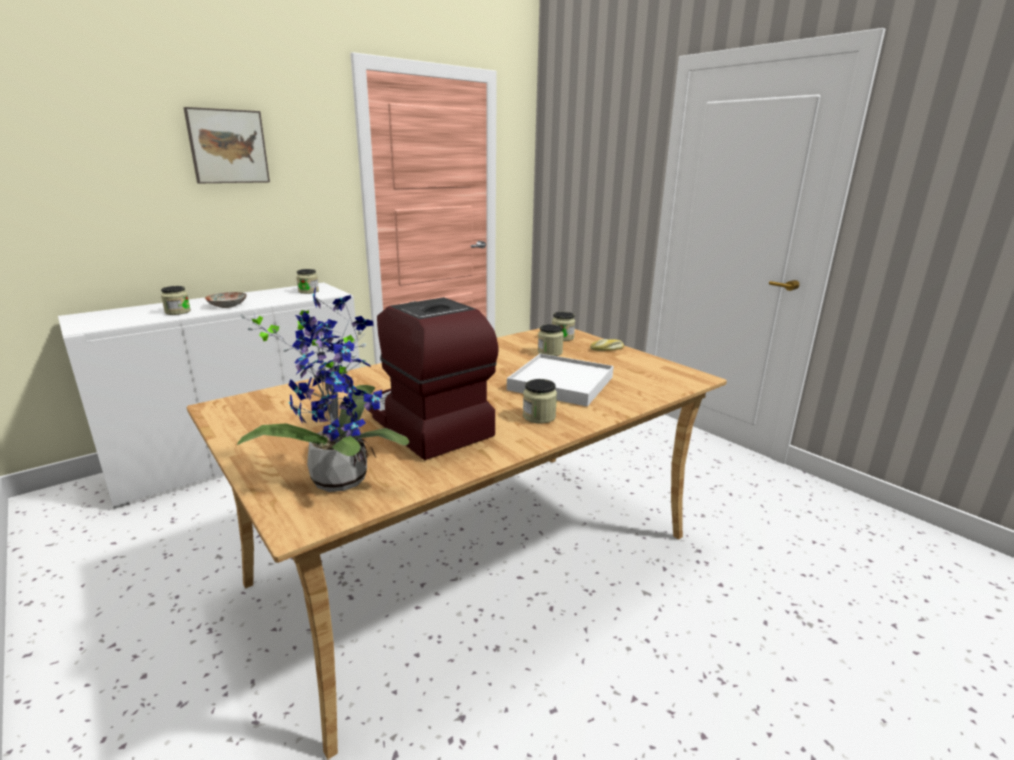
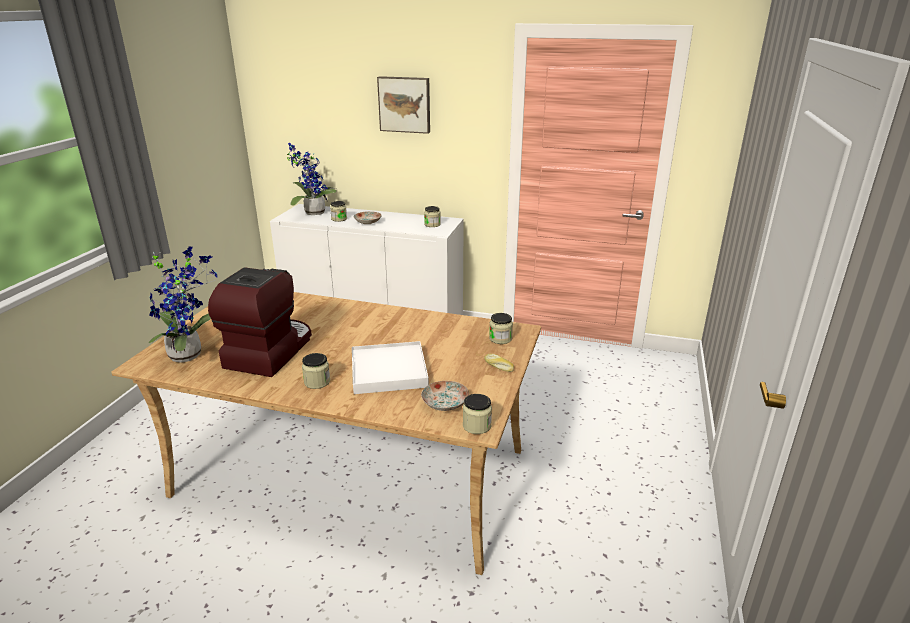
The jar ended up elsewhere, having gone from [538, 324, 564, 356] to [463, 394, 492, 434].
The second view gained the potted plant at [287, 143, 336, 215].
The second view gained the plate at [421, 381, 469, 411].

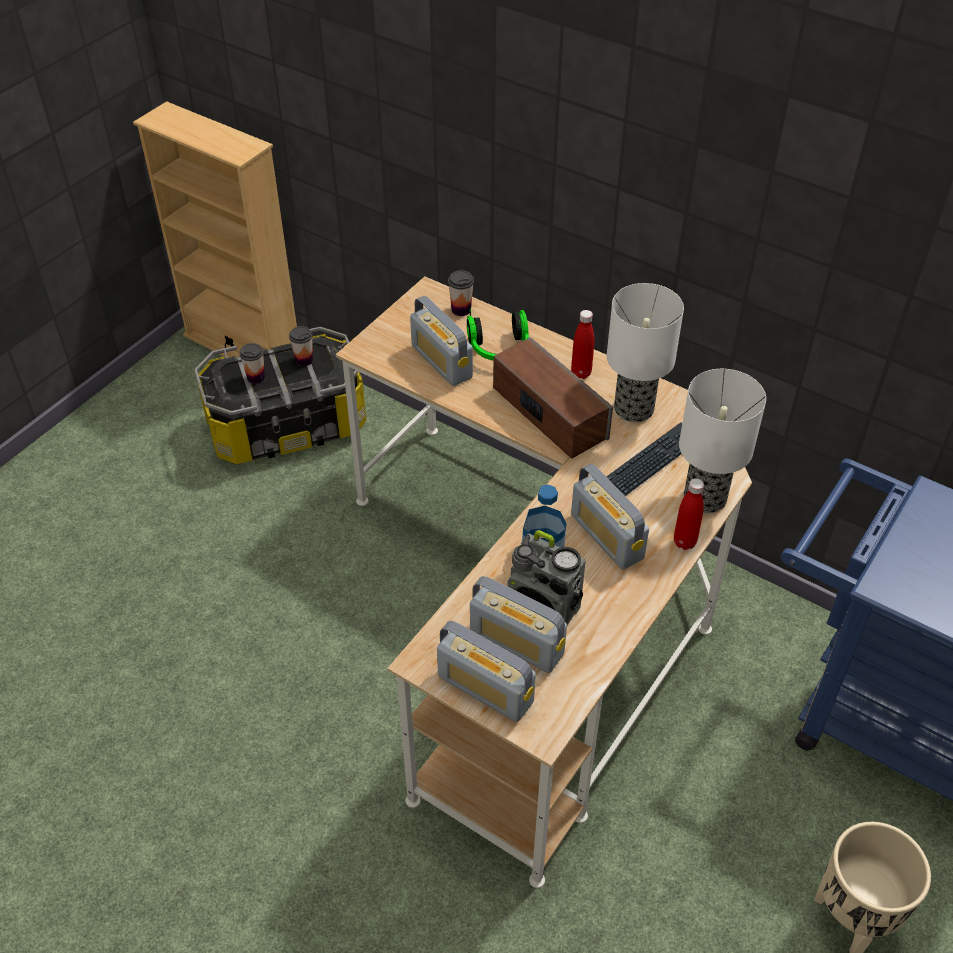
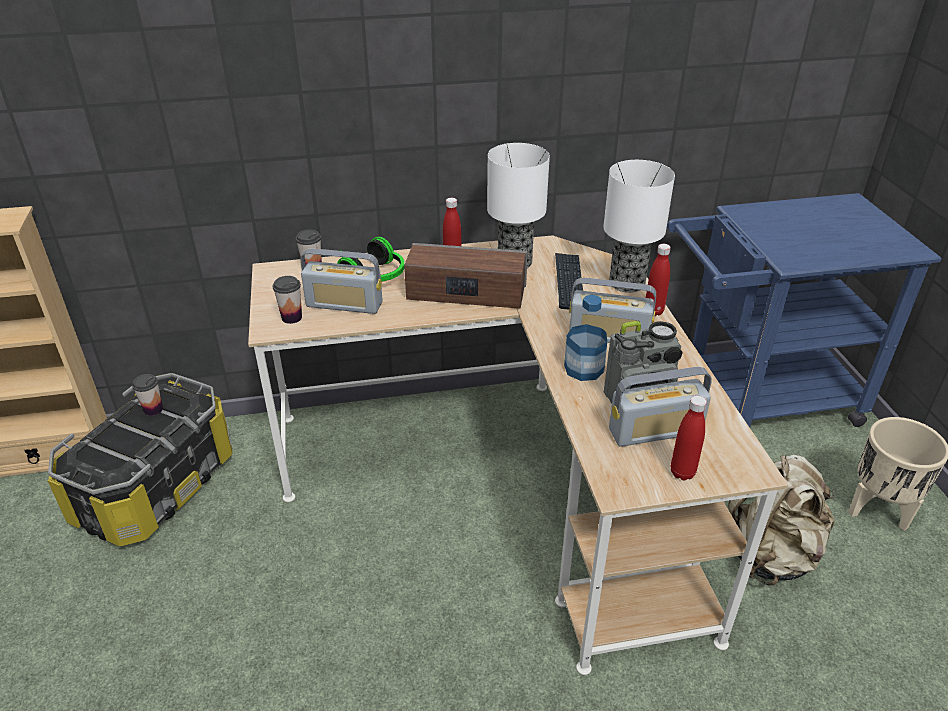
The cup ended up elsewhere, having gone from [239, 343, 265, 384] to [273, 276, 302, 324].
Where the radio stood at [437, 621, 536, 722], the red bottle came to stand at [671, 395, 707, 480].
The second view gained the beige backpack at [728, 455, 835, 586].

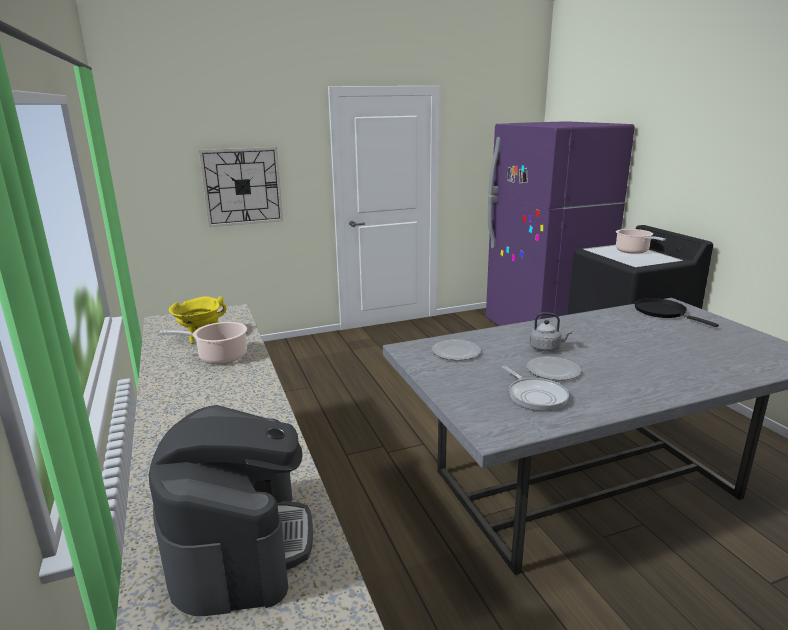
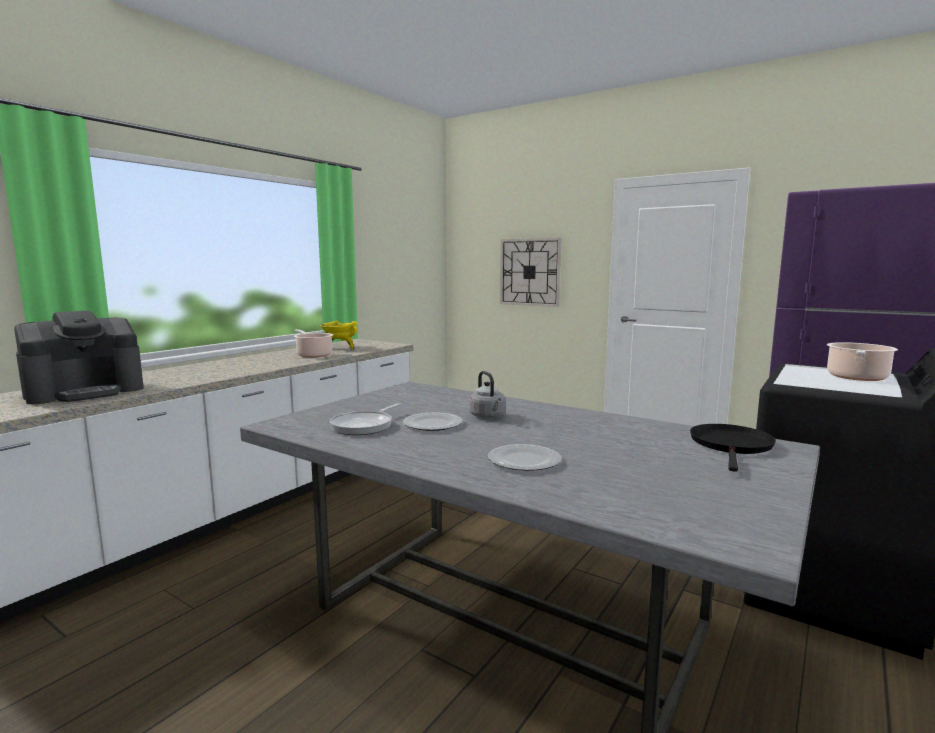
The plate ended up elsewhere, having gone from [432, 340, 481, 360] to [488, 444, 561, 471].

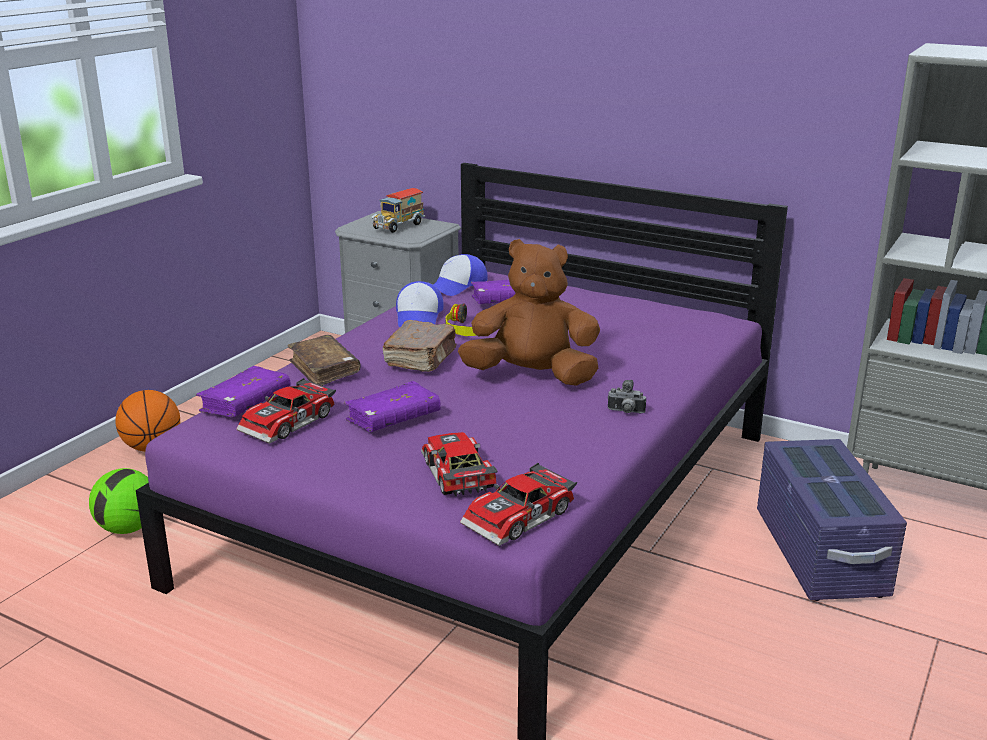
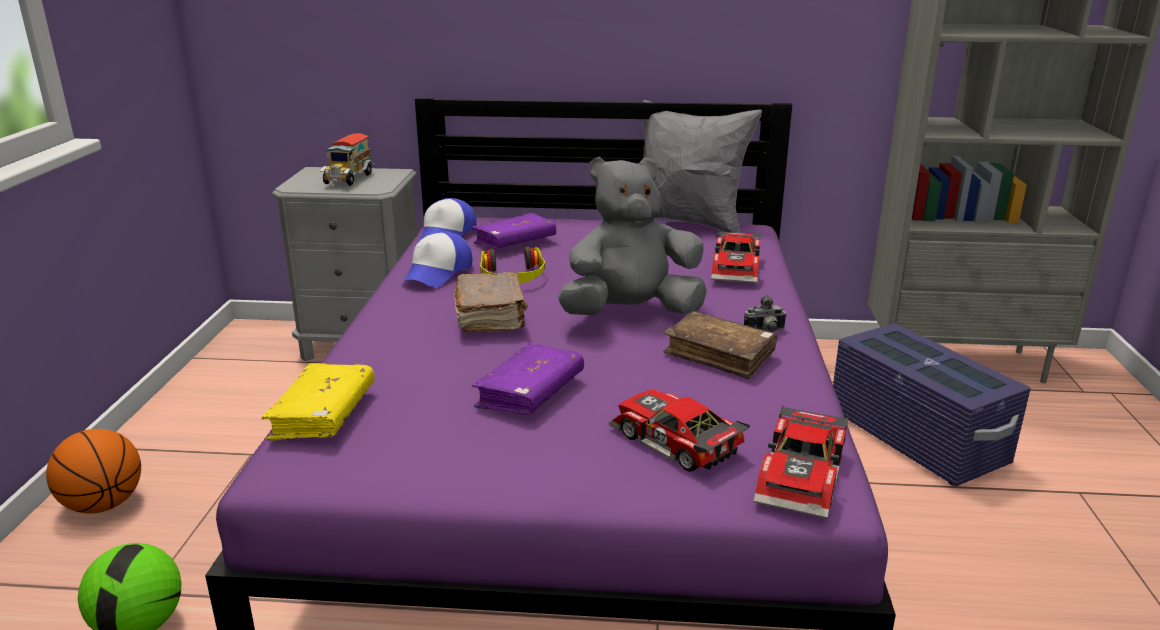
What was the brown plush toy at [458, 239, 600, 386] turned into the grey plush toy at [558, 157, 707, 315].
The cap at [396, 281, 444, 327] ended up facing another way, 45 degrees clockwise from before.
The brown book ended up elsewhere, having gone from [287, 335, 361, 386] to [663, 311, 777, 379].
What was the purple book at [196, 366, 291, 417] turned into the yellow book at [262, 363, 375, 441].
The toy car ended up elsewhere, having gone from [236, 378, 336, 444] to [711, 230, 761, 283].
The second view gained the grey pillow at [643, 100, 762, 237].

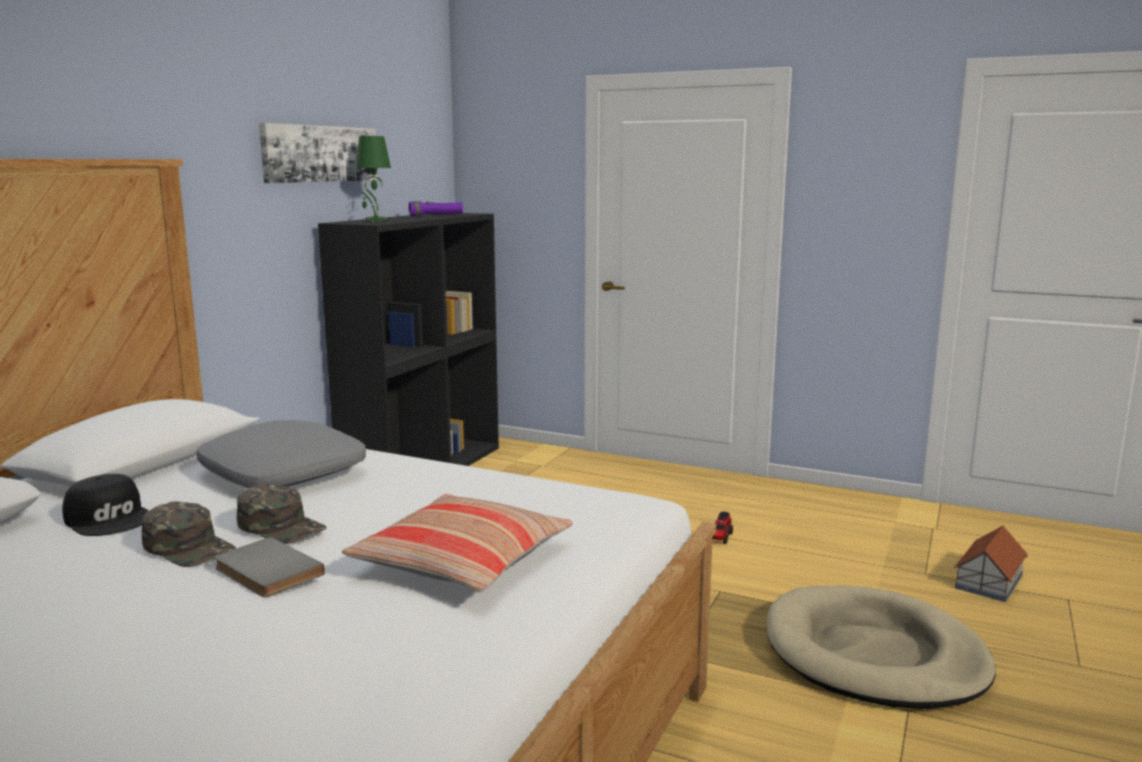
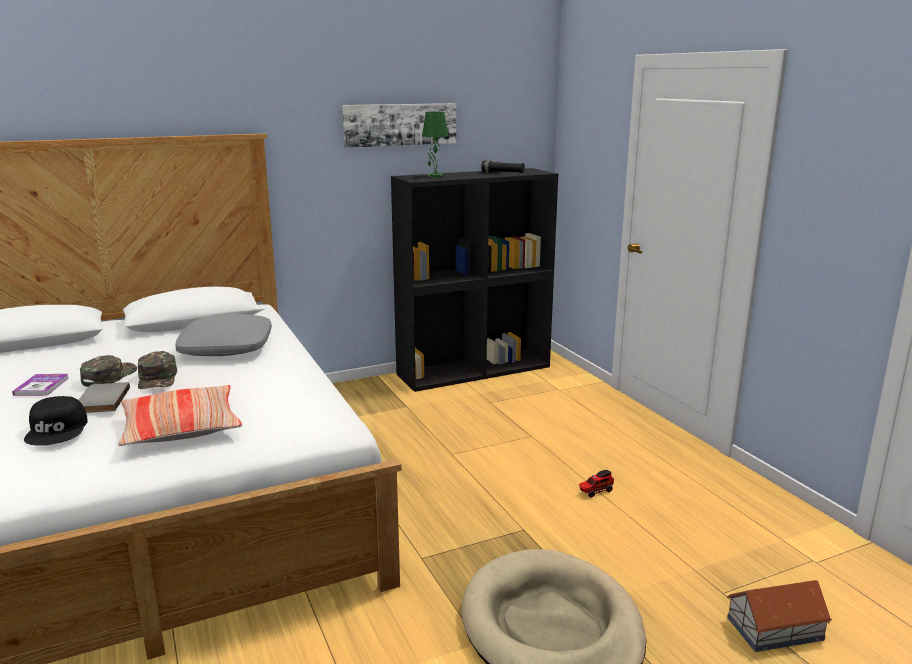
What was the purple flashlight at [409, 201, 463, 216] turned into the black flashlight at [481, 160, 525, 173].
The black cap ended up elsewhere, having gone from [62, 474, 149, 536] to [24, 396, 88, 446].
The green cap at [142, 501, 236, 567] ended up facing another way, 150 degrees counterclockwise from before.
The second view gained the book at [12, 374, 69, 396].

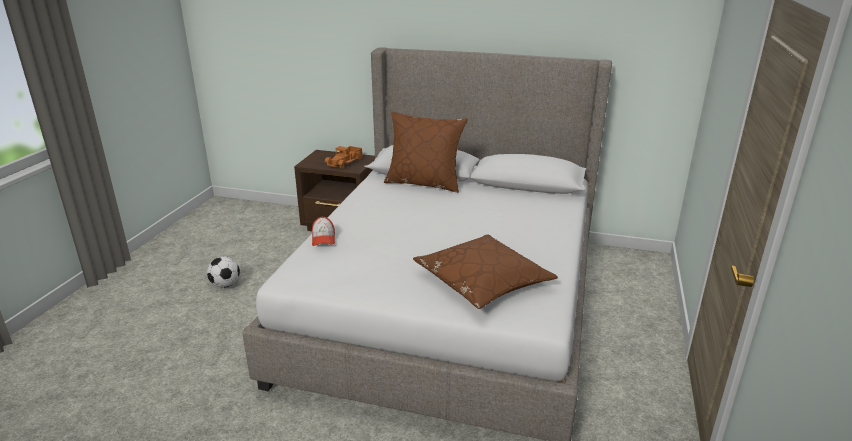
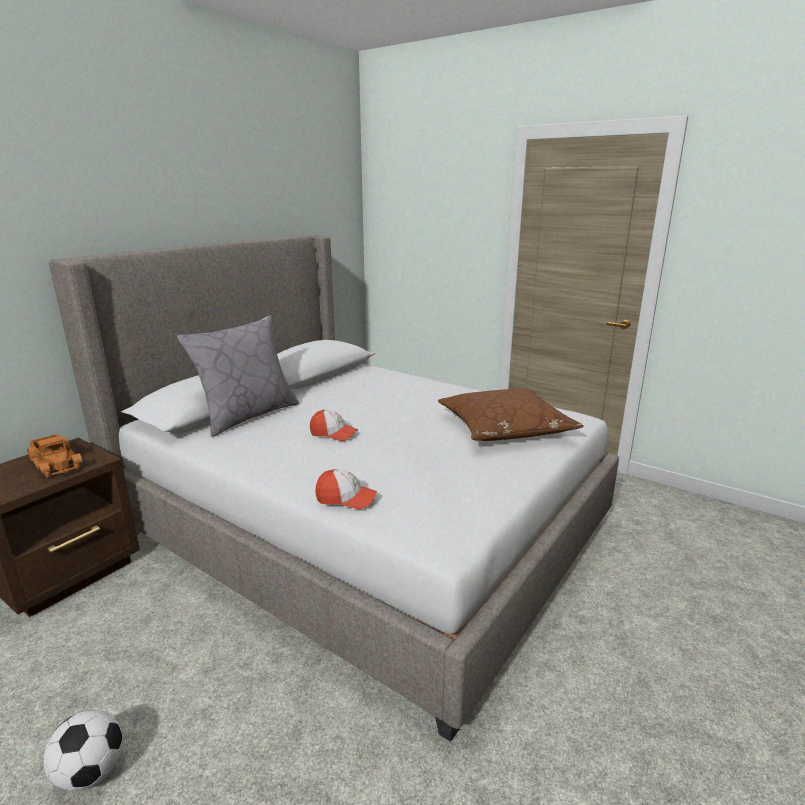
What was the brown pillow at [384, 111, 468, 193] turned into the grey pillow at [177, 315, 299, 437].
The second view gained the cap at [310, 410, 358, 441].

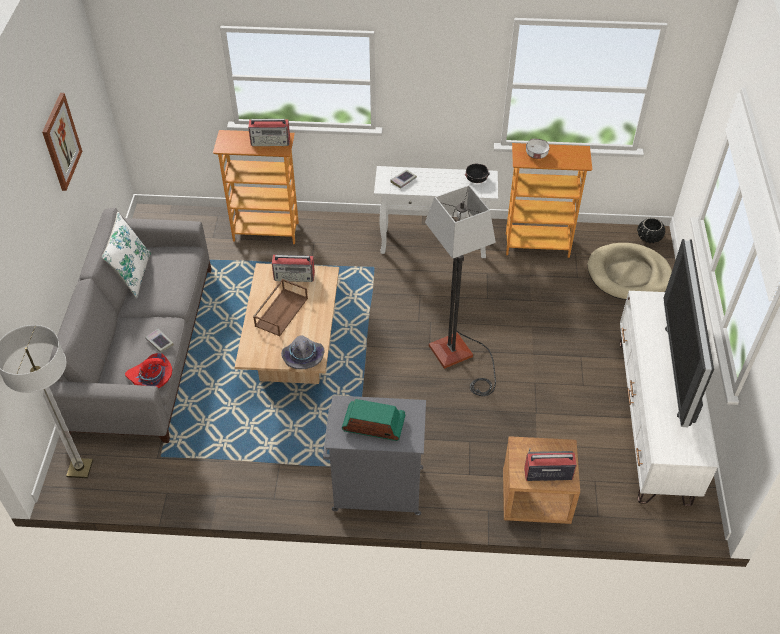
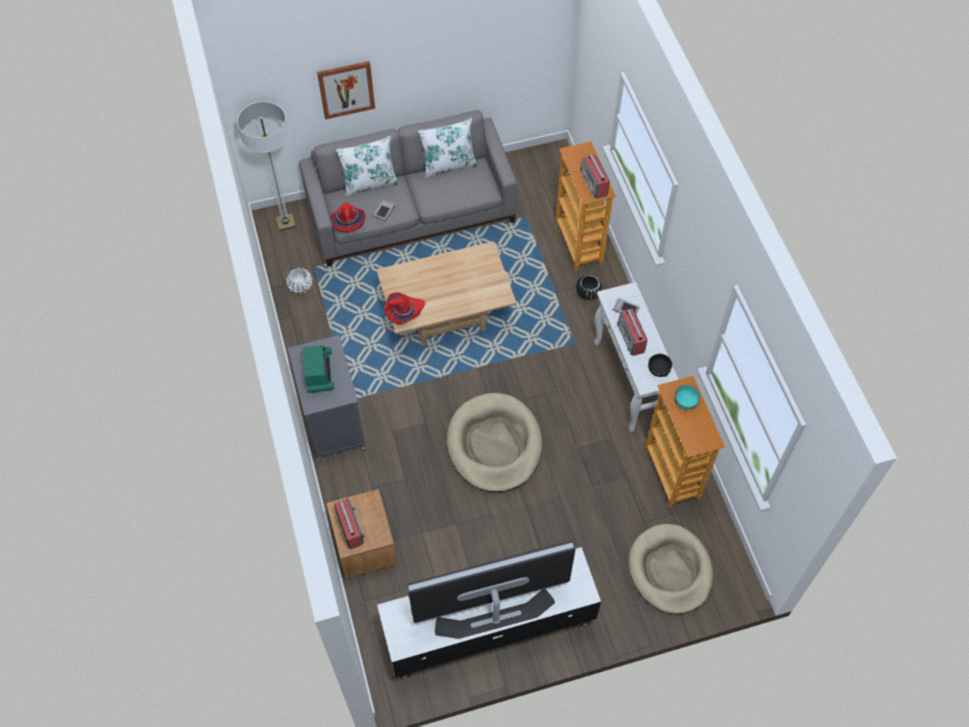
The picture ended up elsewhere, having gone from [42, 93, 82, 191] to [317, 61, 375, 120].
What was the white bowl at [526, 139, 550, 159] turned into the turquoise bowl at [674, 385, 701, 410].
Where the floor lamp stood at [425, 185, 496, 396], the beige dog bed came to stand at [447, 393, 542, 492].
The black planter ended up elsewhere, having gone from [637, 218, 665, 243] to [576, 275, 602, 301].
The radio ended up elsewhere, having gone from [272, 255, 315, 282] to [617, 309, 647, 356].
The second view lost the brown tray at [253, 279, 308, 337].
What was the grey hat at [281, 335, 325, 369] turned into the red hat at [384, 293, 425, 324].
The second view gained the white pillow at [335, 136, 399, 197].
The second view gained the white planter at [286, 268, 313, 293].

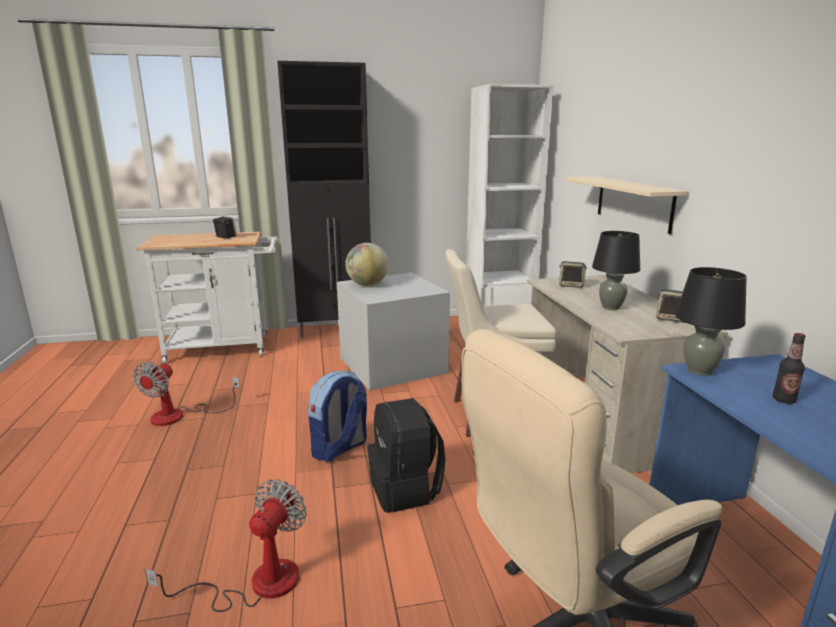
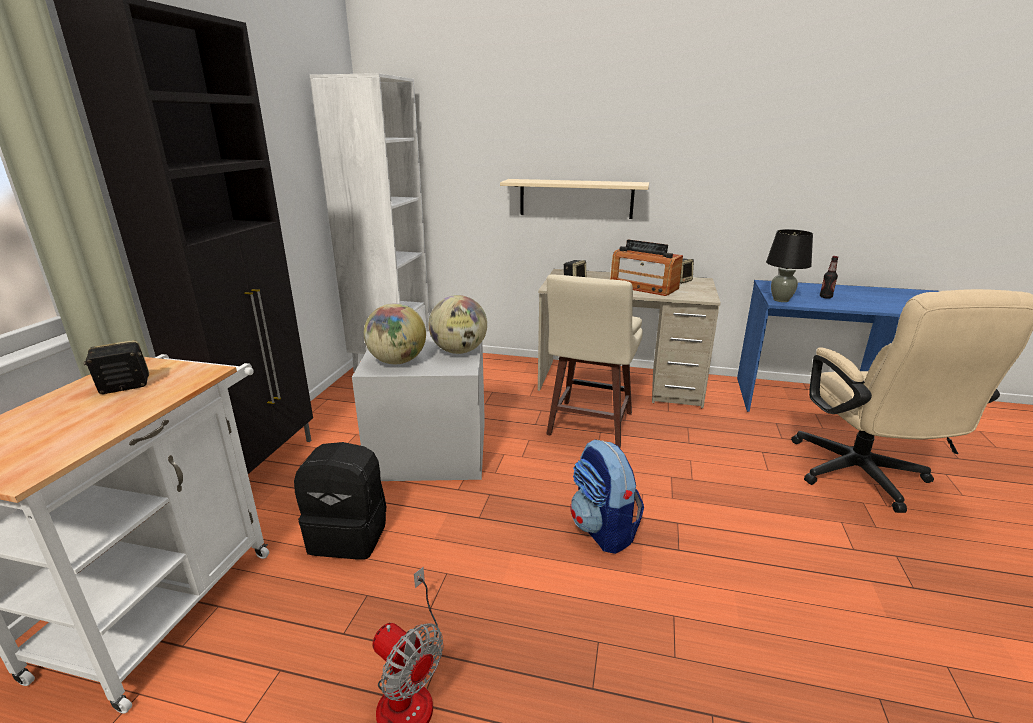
Where the black table lamp stood at [592, 231, 640, 310], the radio came to stand at [610, 239, 683, 296].
The black backpack ended up elsewhere, having gone from [367, 398, 445, 513] to [294, 442, 386, 560].
The second view lost the fan at [145, 479, 307, 612].
The second view gained the globe at [429, 295, 487, 354].

